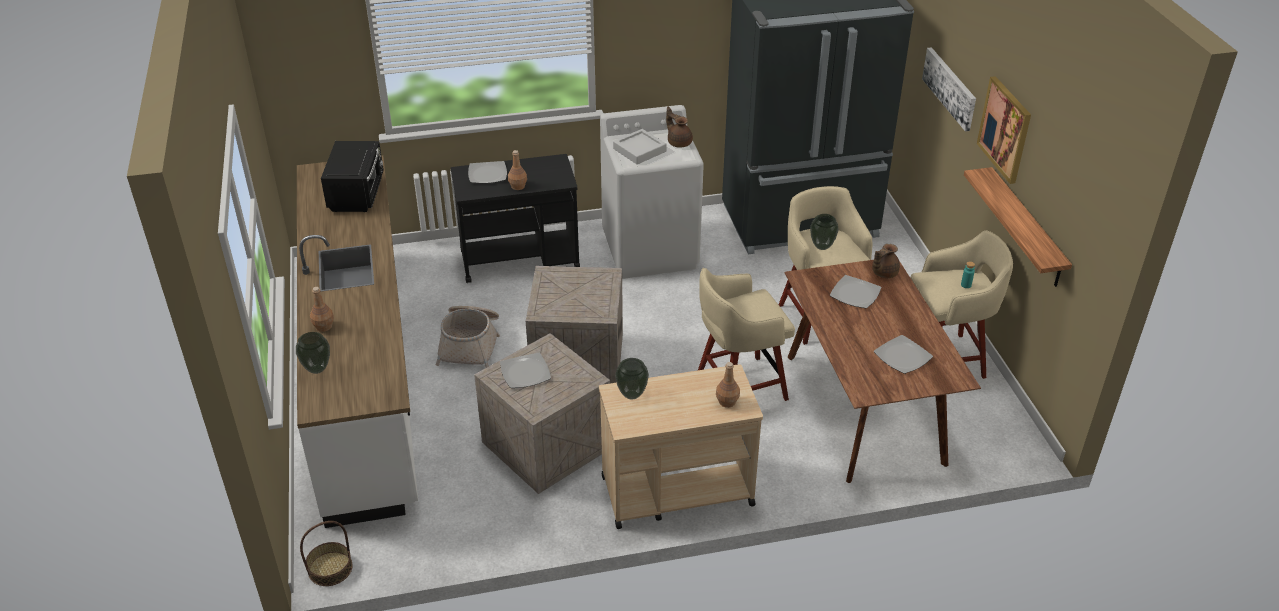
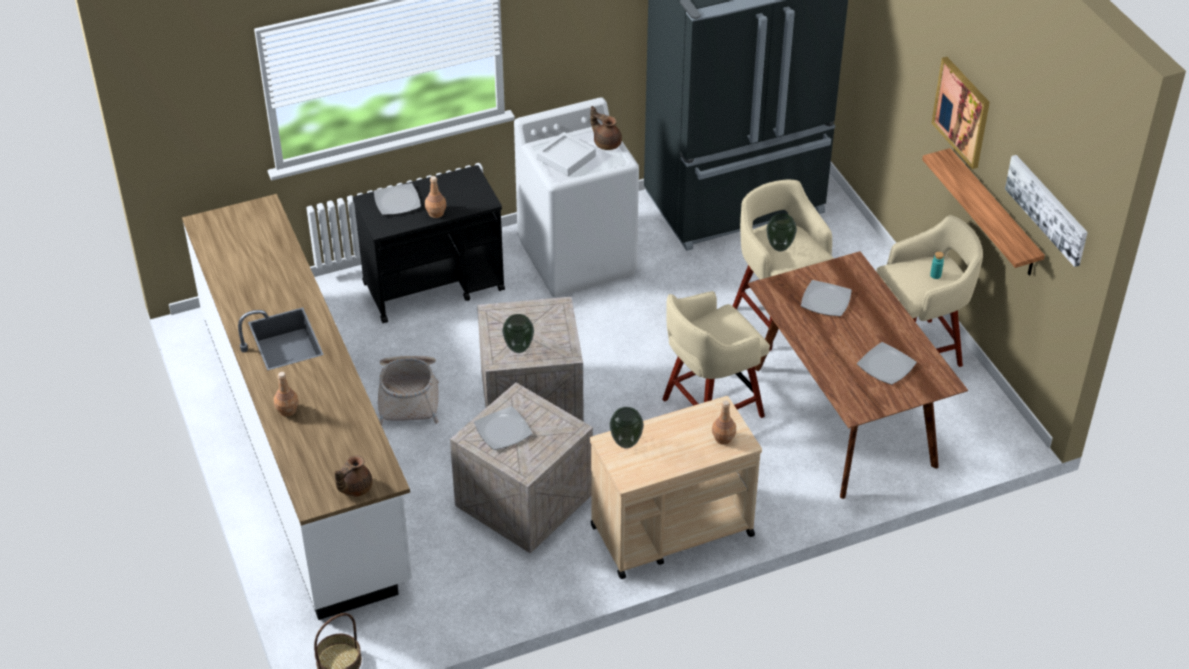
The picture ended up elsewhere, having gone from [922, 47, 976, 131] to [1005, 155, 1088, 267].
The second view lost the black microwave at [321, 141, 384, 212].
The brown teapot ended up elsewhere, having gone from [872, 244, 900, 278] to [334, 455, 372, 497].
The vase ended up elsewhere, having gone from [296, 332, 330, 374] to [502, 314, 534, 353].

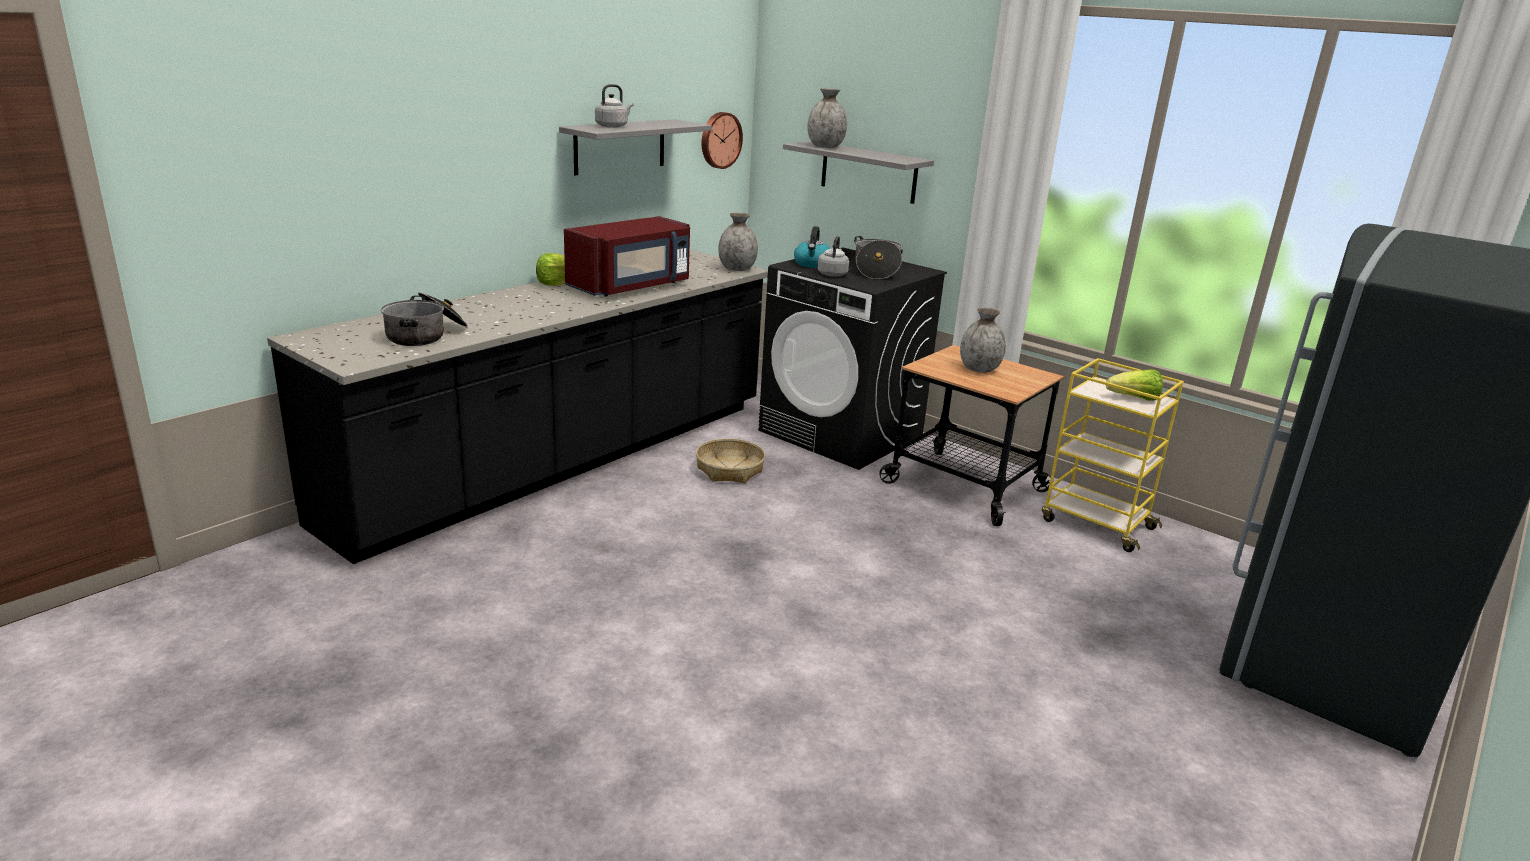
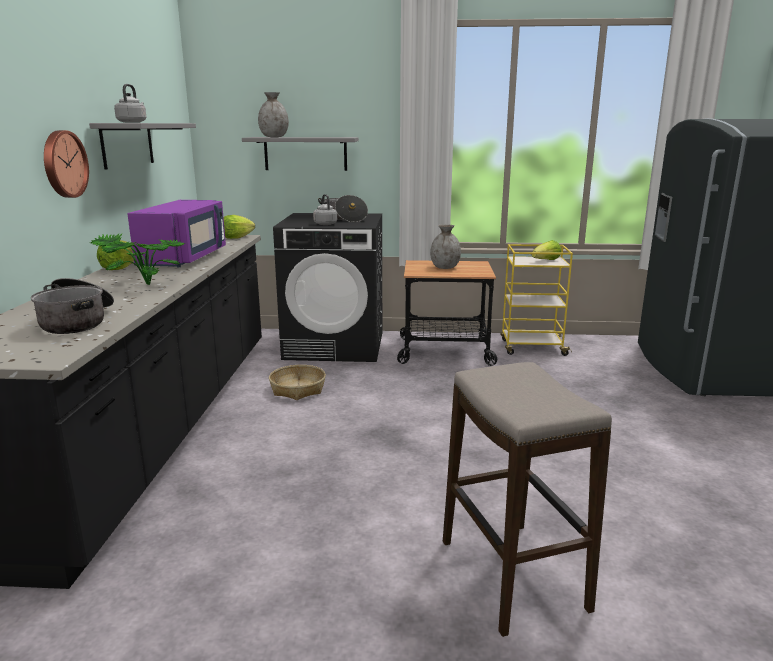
The wall clock ended up elsewhere, having gone from [702, 112, 743, 169] to [44, 130, 89, 198].
Where the grey vase stood at [718, 212, 758, 271], the lettuce came to stand at [223, 215, 255, 239].
What was the red microwave at [564, 216, 690, 297] turned into the purple microwave at [127, 200, 226, 267].
The second view lost the kettle at [794, 226, 831, 268].
The second view gained the potted plant at [89, 233, 186, 285].
The second view gained the stool at [443, 362, 612, 637].

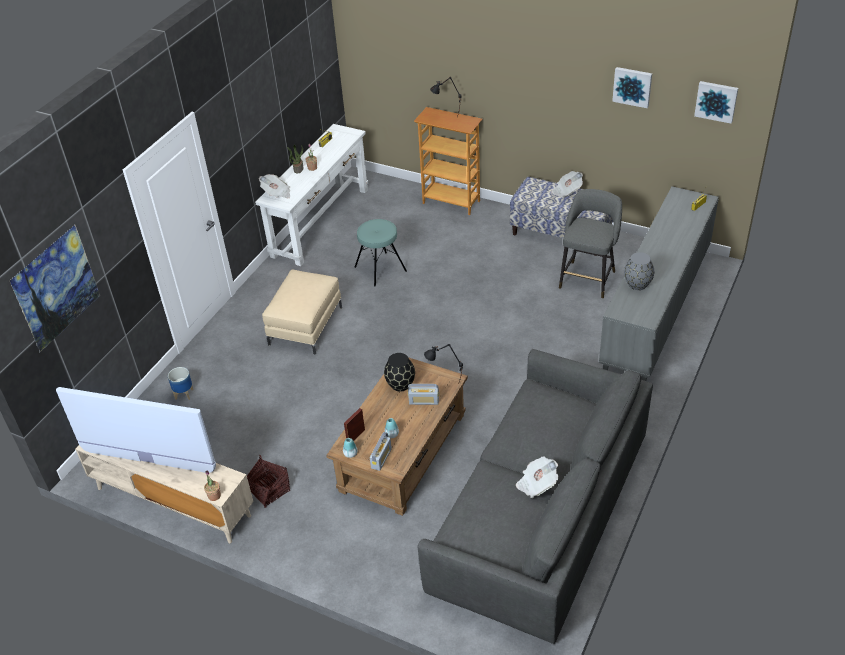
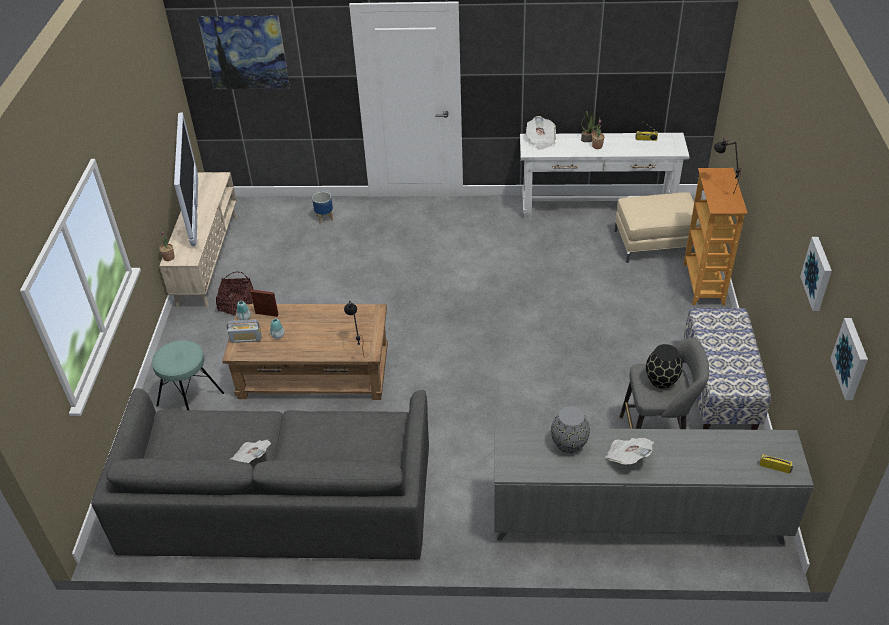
The newspaper ended up elsewhere, having gone from [551, 171, 583, 198] to [605, 437, 654, 464].
The turquoise stool ended up elsewhere, having gone from [355, 219, 407, 287] to [152, 340, 224, 410].
The beige ottoman ended up elsewhere, having gone from [262, 270, 342, 355] to [615, 192, 701, 263].
The black vase ended up elsewhere, having gone from [384, 353, 415, 392] to [646, 344, 683, 389].
The second view lost the radio at [408, 384, 439, 405].

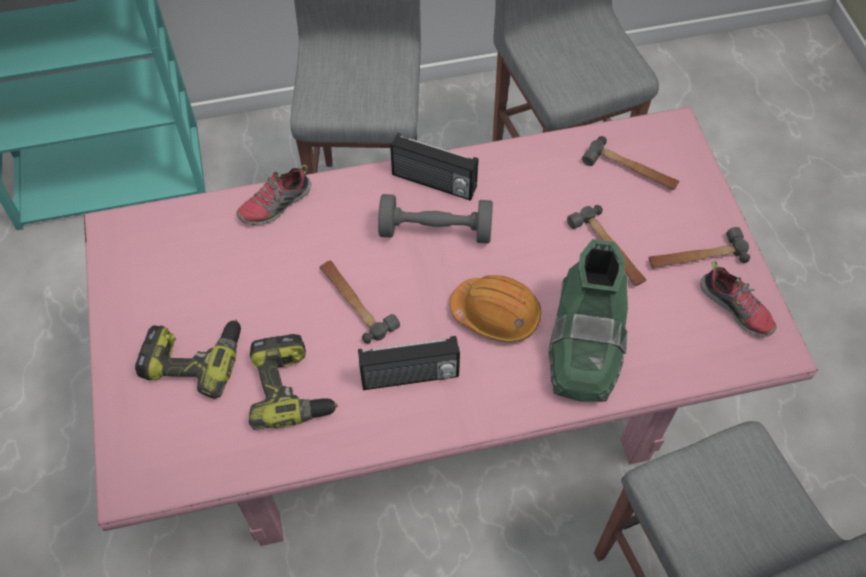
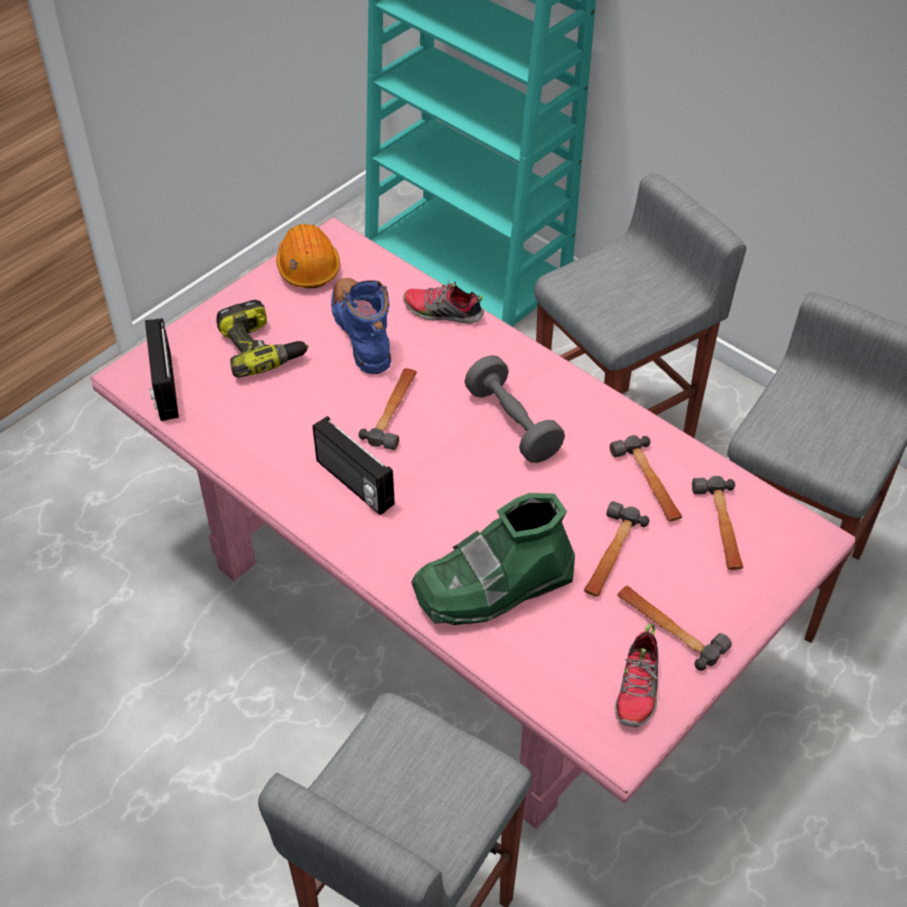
The radio ended up elsewhere, having gone from [390, 133, 478, 201] to [145, 318, 179, 421].
The orange hard hat ended up elsewhere, having gone from [450, 275, 541, 342] to [276, 224, 340, 288].
The second view lost the power drill at [249, 334, 338, 430].
The second view gained the blue boot at [331, 278, 391, 374].
The second view gained the hammer at [610, 435, 682, 522].

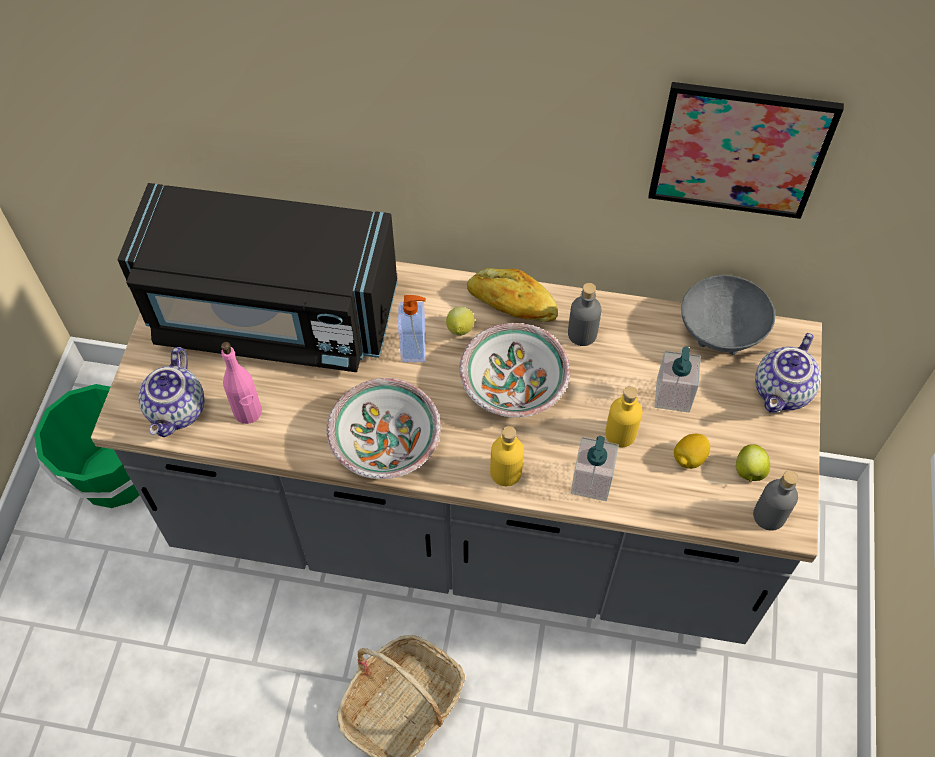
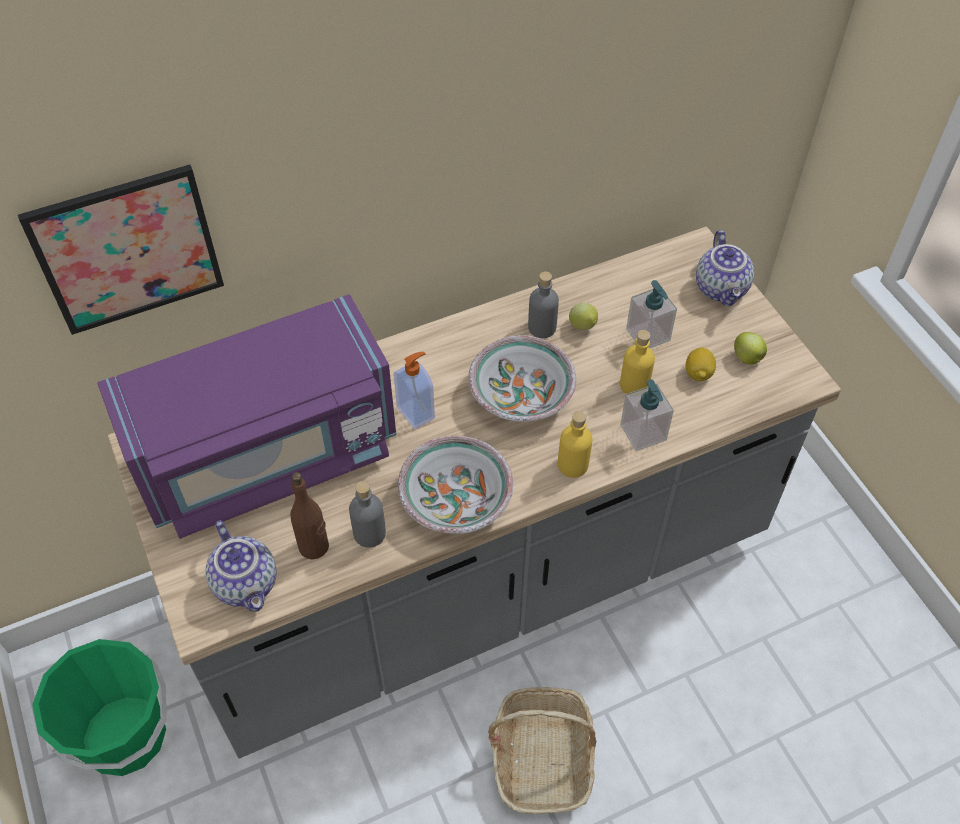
The picture ended up elsewhere, having gone from [648, 82, 844, 219] to [18, 164, 224, 335].
What was the black microwave at [118, 183, 397, 372] turned into the purple microwave at [97, 294, 397, 539].
The second view lost the bread at [467, 268, 558, 321].
The second view lost the grey bowl at [681, 275, 775, 355].
The lemon ended up elsewhere, having gone from [446, 307, 475, 336] to [569, 303, 598, 330].
What was the pink bottle at [221, 342, 262, 424] turned into the brown bottle at [290, 472, 329, 560].
The grey bottle ended up elsewhere, having gone from [753, 471, 798, 531] to [349, 481, 386, 548].

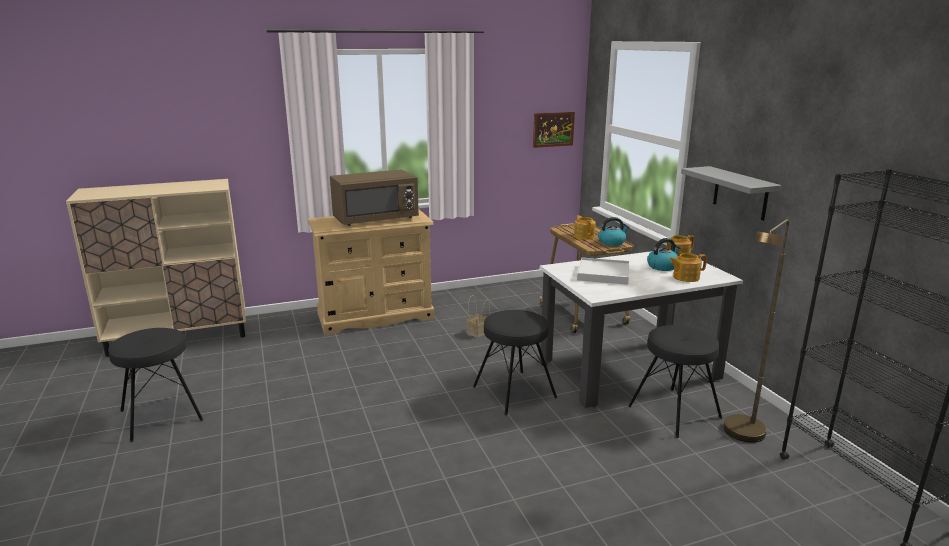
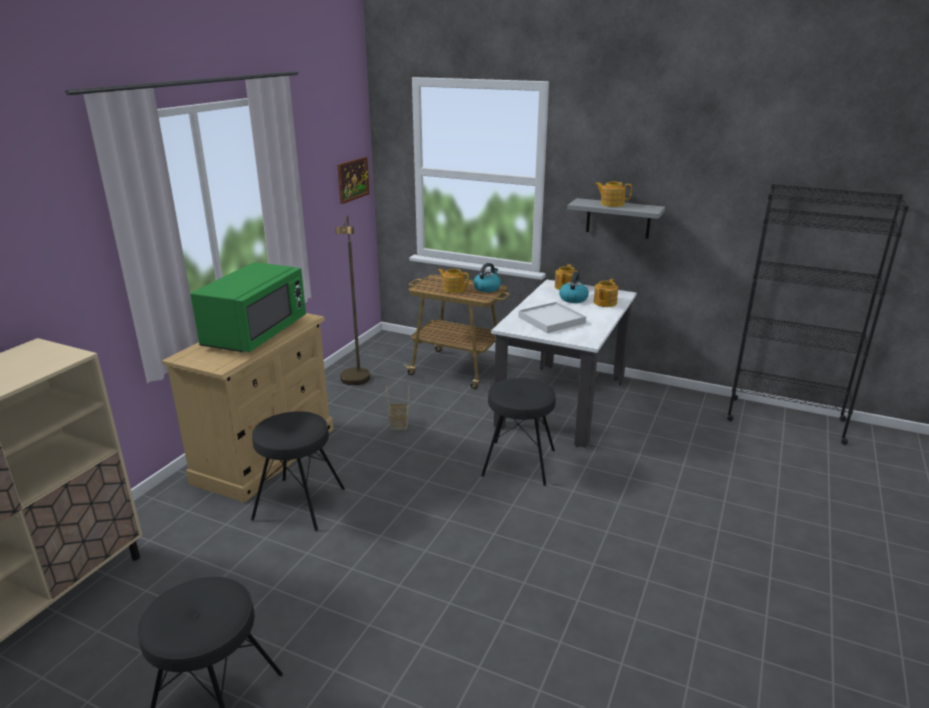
What was the brown microwave at [330, 170, 419, 226] turned into the green microwave at [190, 262, 306, 352].
The brown floor lamp ended up elsewhere, having gone from [724, 219, 789, 443] to [335, 215, 370, 385].
The black stool ended up elsewhere, having gone from [628, 325, 722, 438] to [251, 411, 345, 531].
The second view gained the teapot at [595, 182, 632, 207].

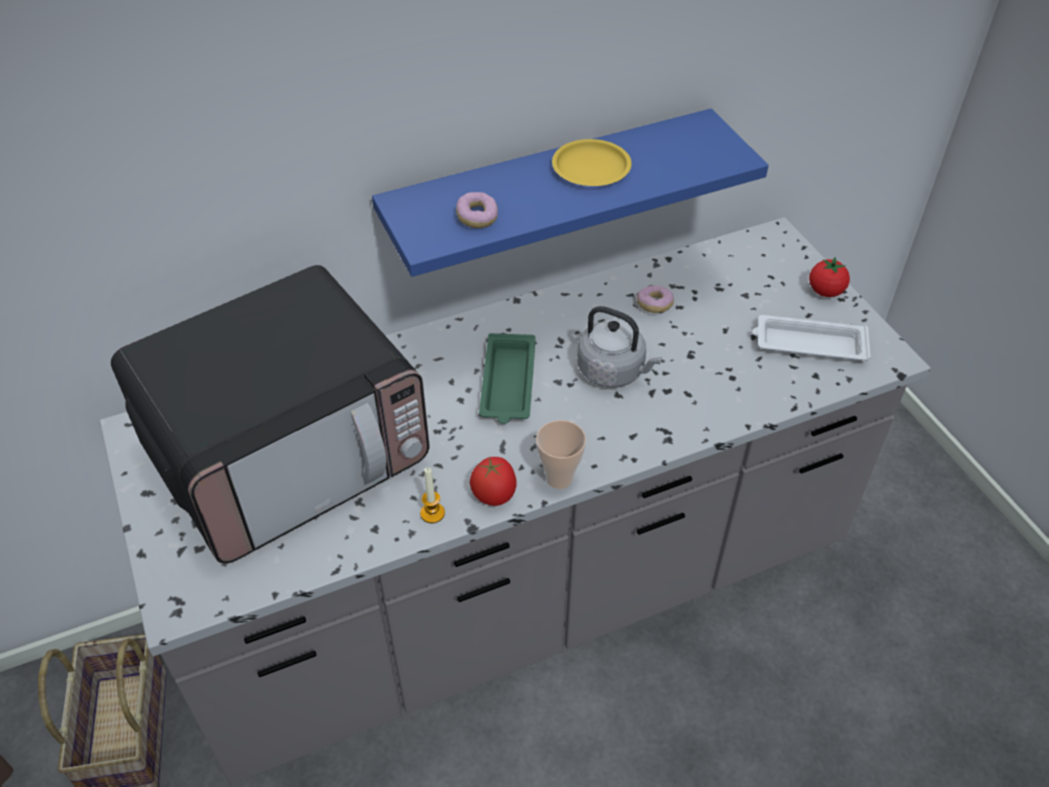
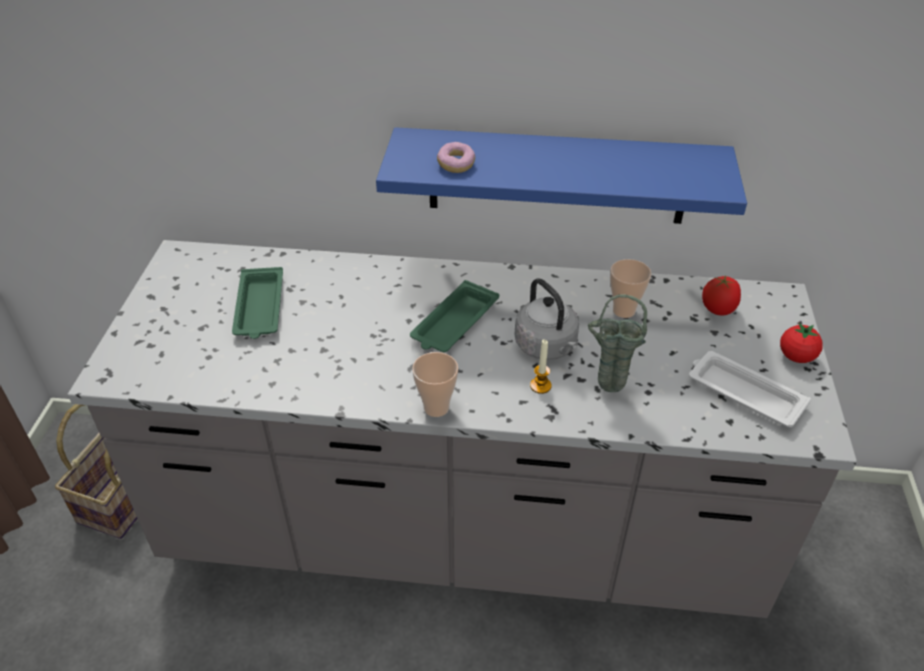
The second view lost the yellow plate at [552, 139, 632, 186].
Where the microwave stood at [111, 265, 430, 564], the green tray came to stand at [232, 267, 283, 339].
Where the donut stood at [637, 285, 674, 313], the cup came to stand at [610, 259, 651, 318].
The tomato ended up elsewhere, having gone from [470, 457, 516, 506] to [702, 275, 741, 315].
The candle ended up elsewhere, having gone from [420, 468, 445, 523] to [530, 339, 552, 394].
The second view gained the green vase at [588, 294, 647, 392].

